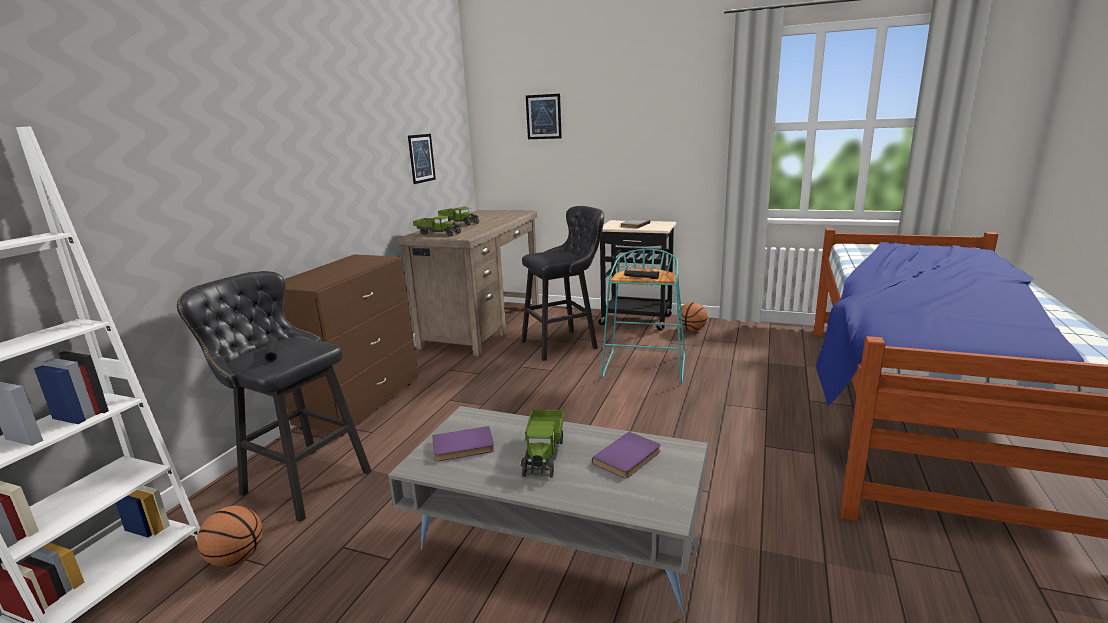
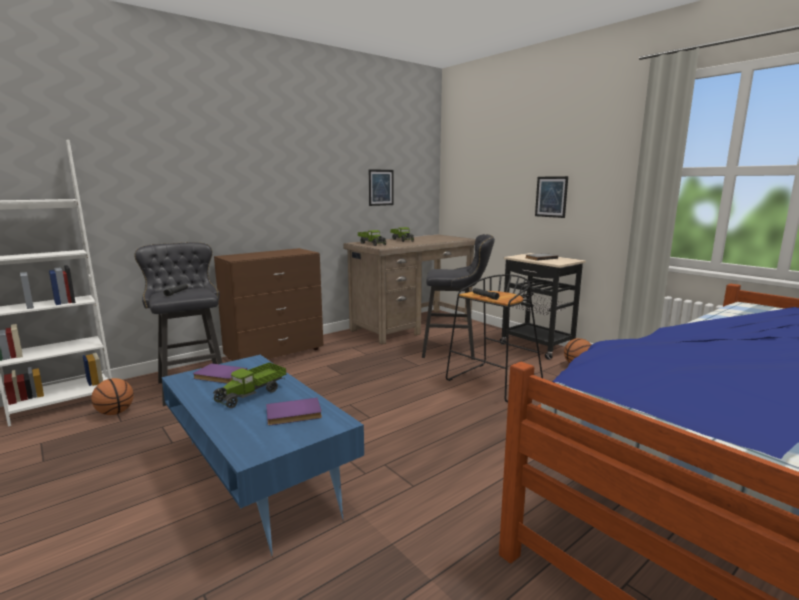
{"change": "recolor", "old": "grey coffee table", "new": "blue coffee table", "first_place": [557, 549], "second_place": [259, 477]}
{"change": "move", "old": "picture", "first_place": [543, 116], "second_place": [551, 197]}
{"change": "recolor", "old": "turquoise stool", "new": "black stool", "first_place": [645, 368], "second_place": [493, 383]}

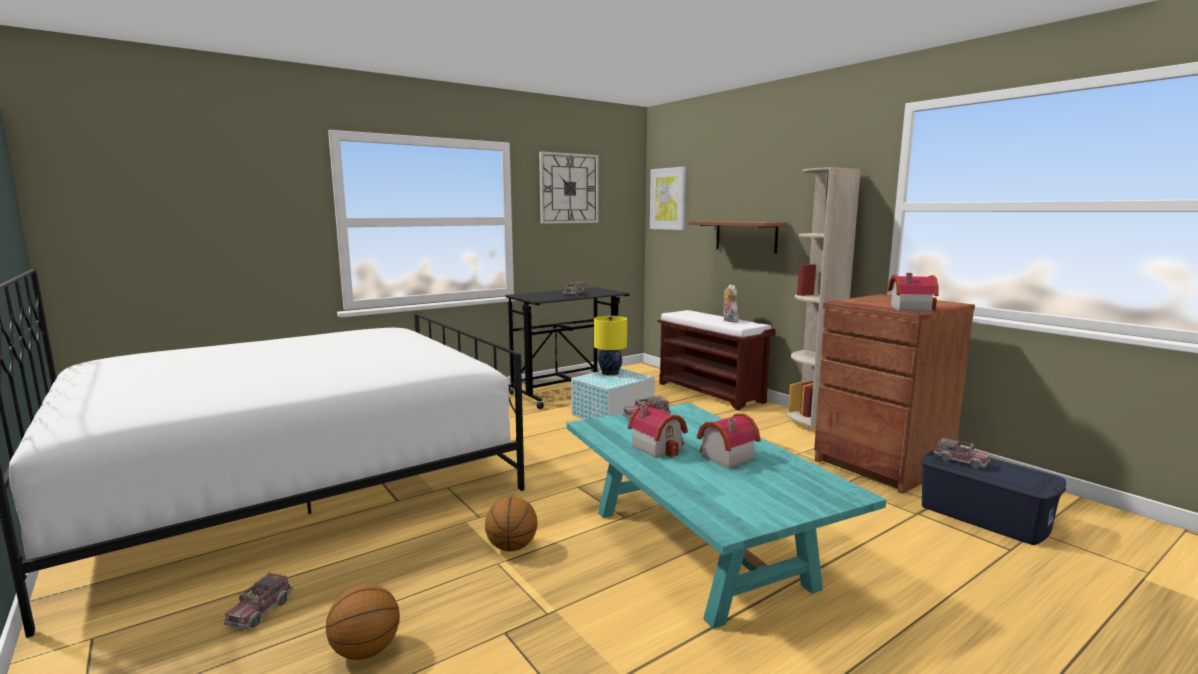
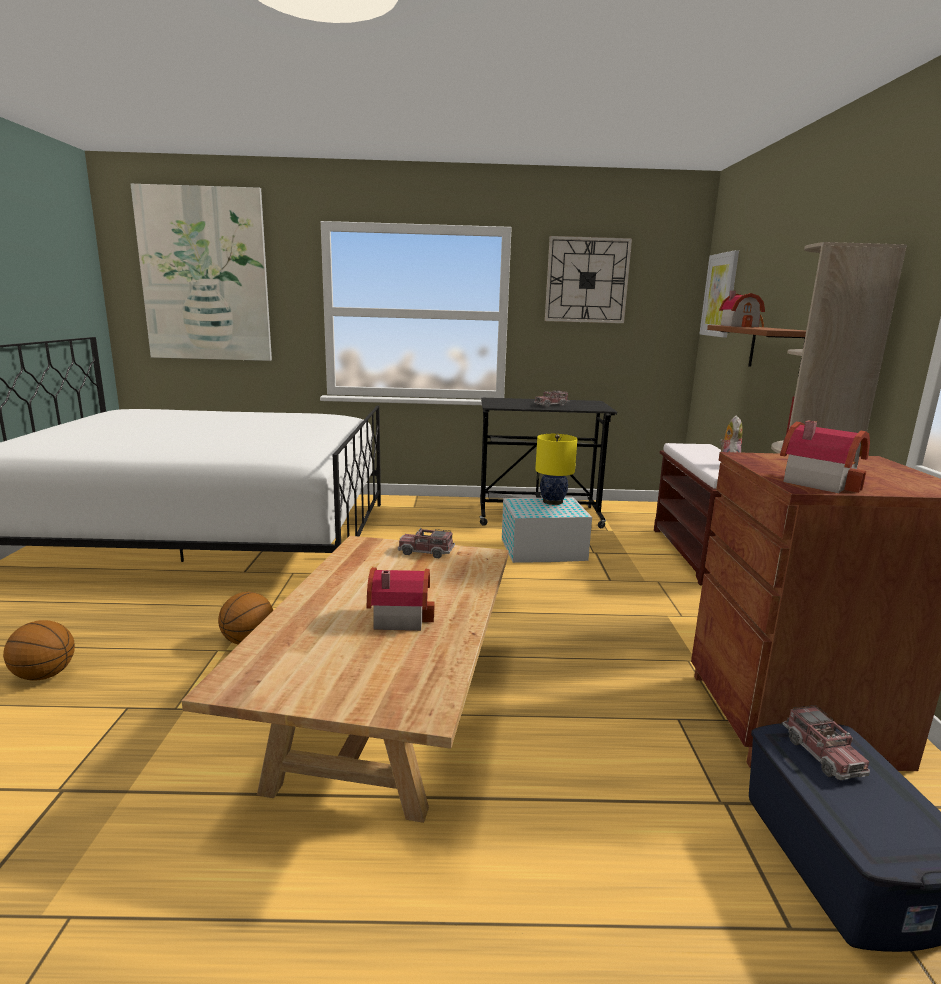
{"change": "delete", "old": "toy truck", "first_place": [260, 611]}
{"change": "recolor", "old": "turquoise coffee table", "new": "beige coffee table", "first_place": [698, 547], "second_place": [386, 712]}
{"change": "move", "old": "toy house", "first_place": [658, 447], "second_place": [741, 326]}
{"change": "insert", "new": "picture", "second_place": [205, 275]}

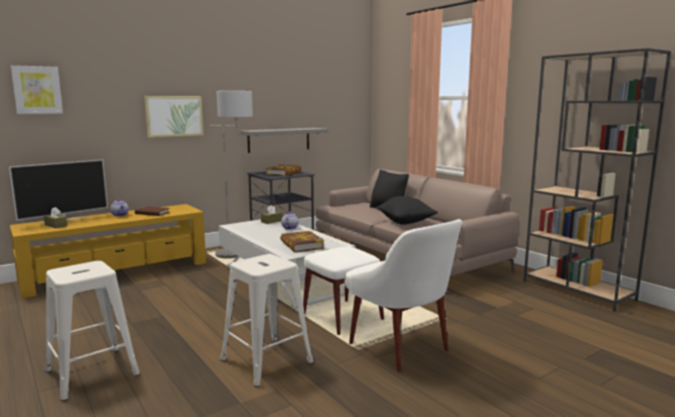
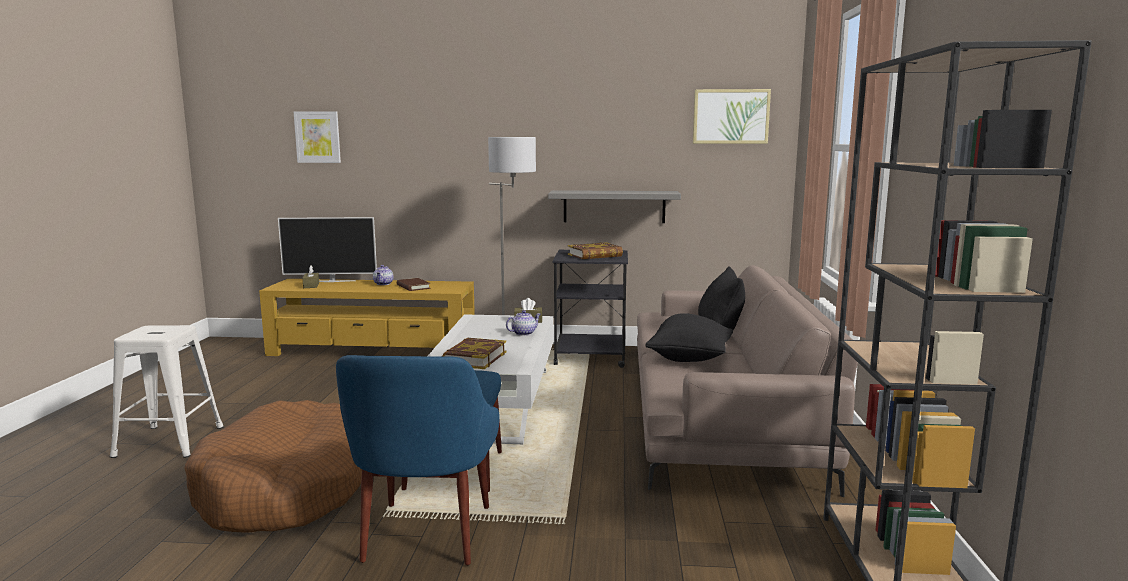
{"change": "move", "old": "picture", "first_place": [174, 116], "second_place": [730, 116]}
{"change": "replace", "old": "white stool", "new": "brown dog bed", "first_place": [266, 361], "second_place": [286, 489]}
{"change": "recolor", "old": "white armchair", "new": "blue armchair", "first_place": [377, 336], "second_place": [437, 509]}

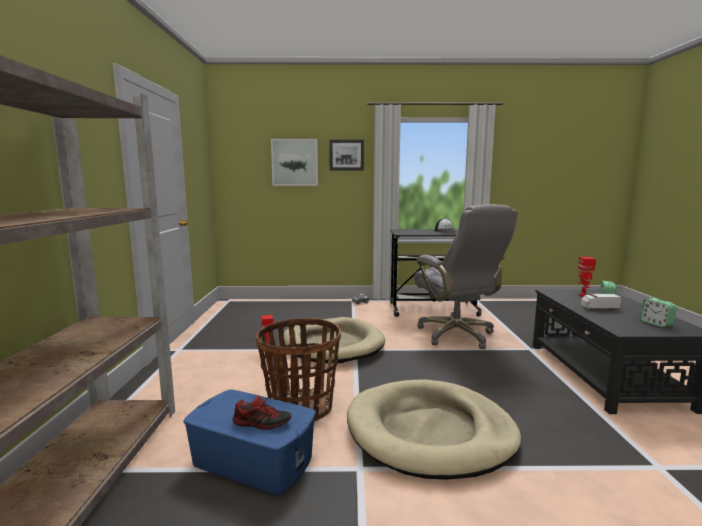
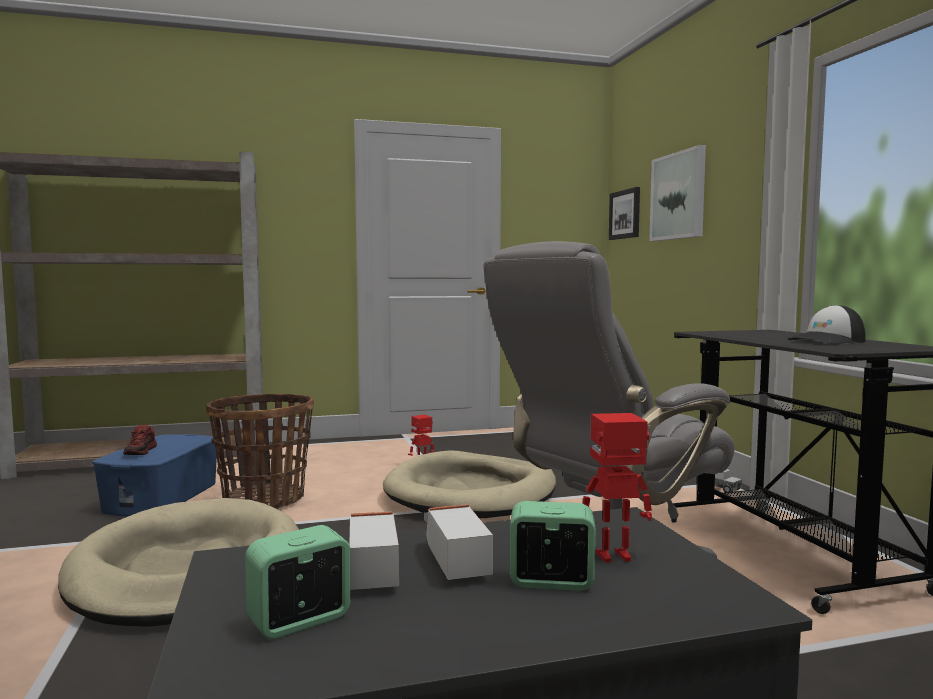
{"change": "move", "old": "picture", "first_place": [346, 155], "second_place": [625, 214]}
{"change": "insert", "new": "toy truck", "second_place": [373, 570]}

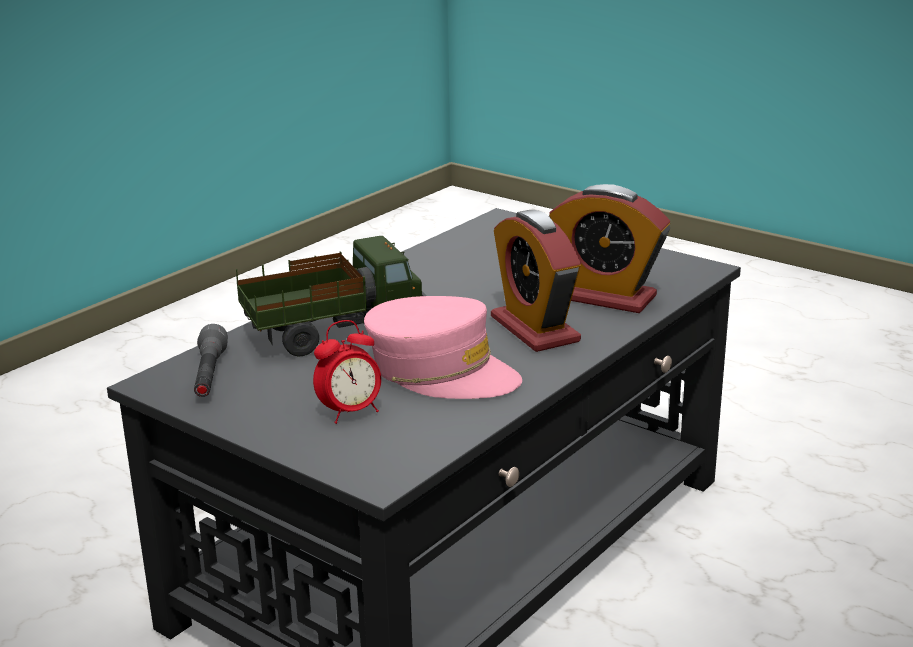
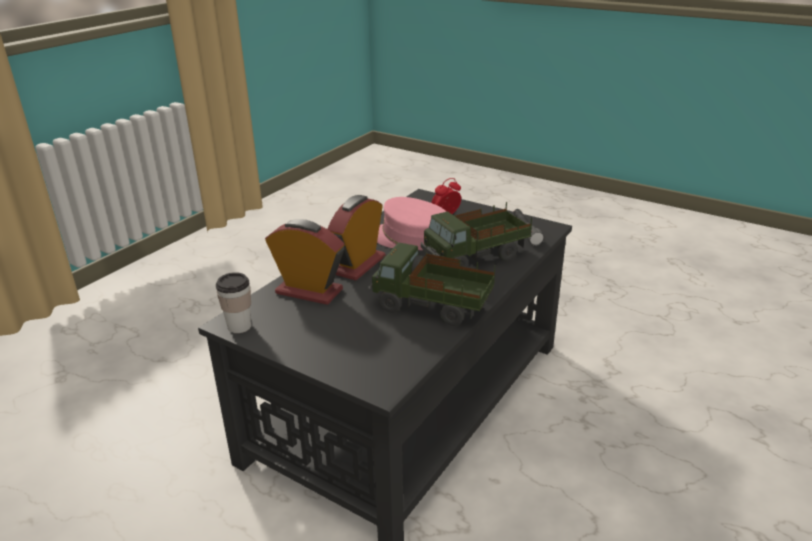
{"change": "rotate", "old": "alarm clock", "first_place": [534, 329], "second_place": [358, 265], "degrees": -120}
{"change": "insert", "new": "cup", "second_place": [239, 326]}
{"change": "insert", "new": "toy truck", "second_place": [431, 308]}

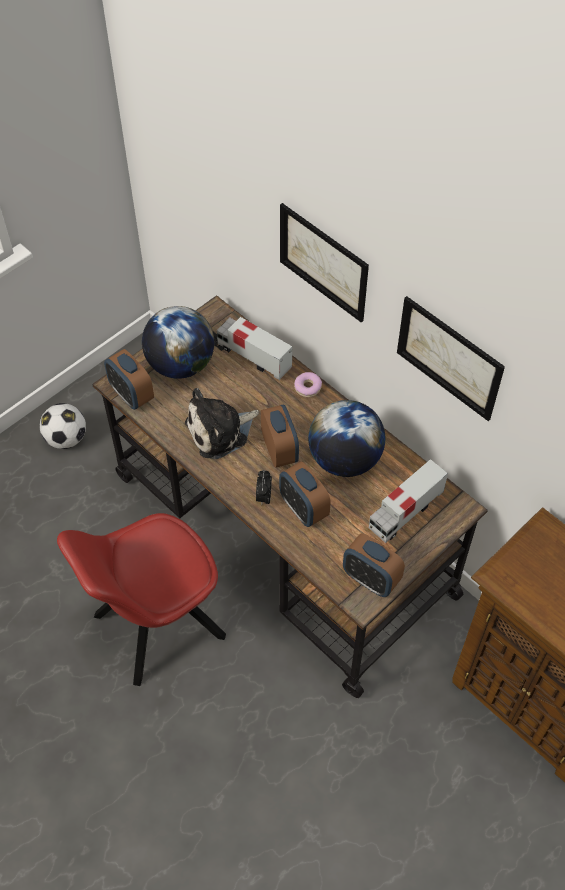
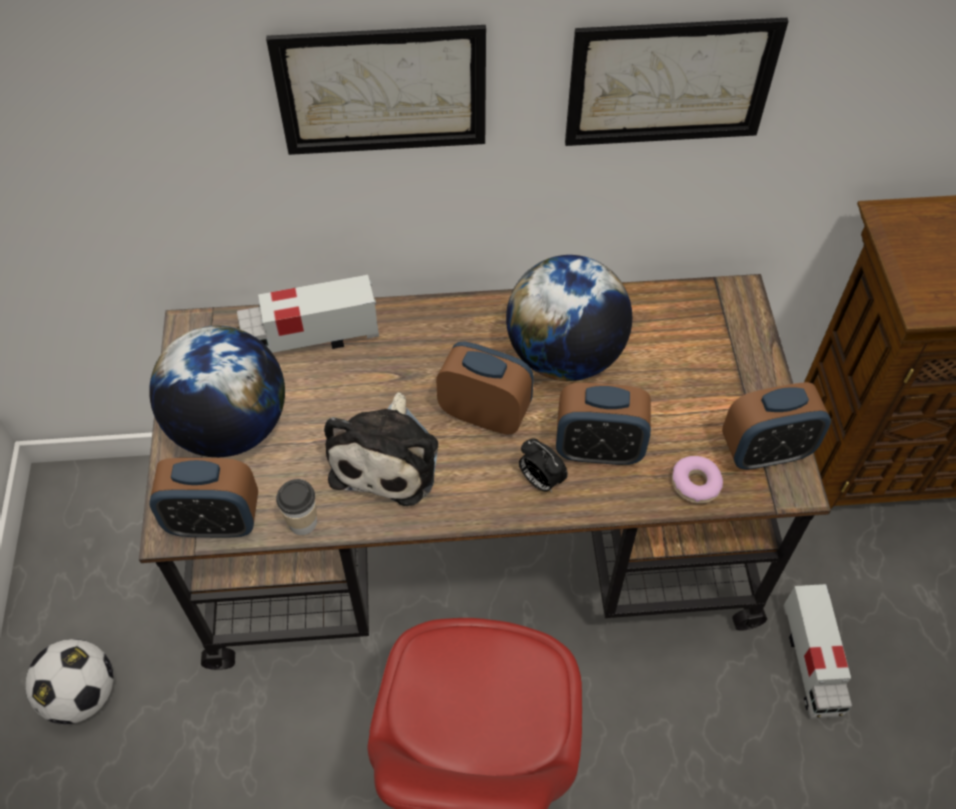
{"change": "move", "old": "donut", "first_place": [308, 387], "second_place": [695, 484]}
{"change": "move", "old": "toy truck", "first_place": [405, 512], "second_place": [810, 662]}
{"change": "insert", "new": "cup", "second_place": [302, 522]}

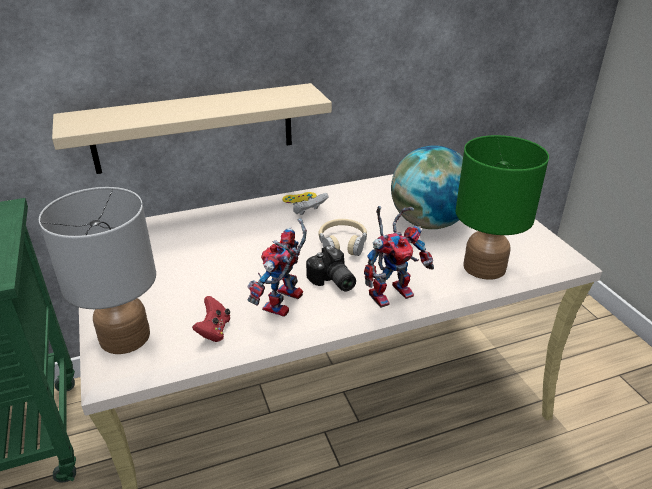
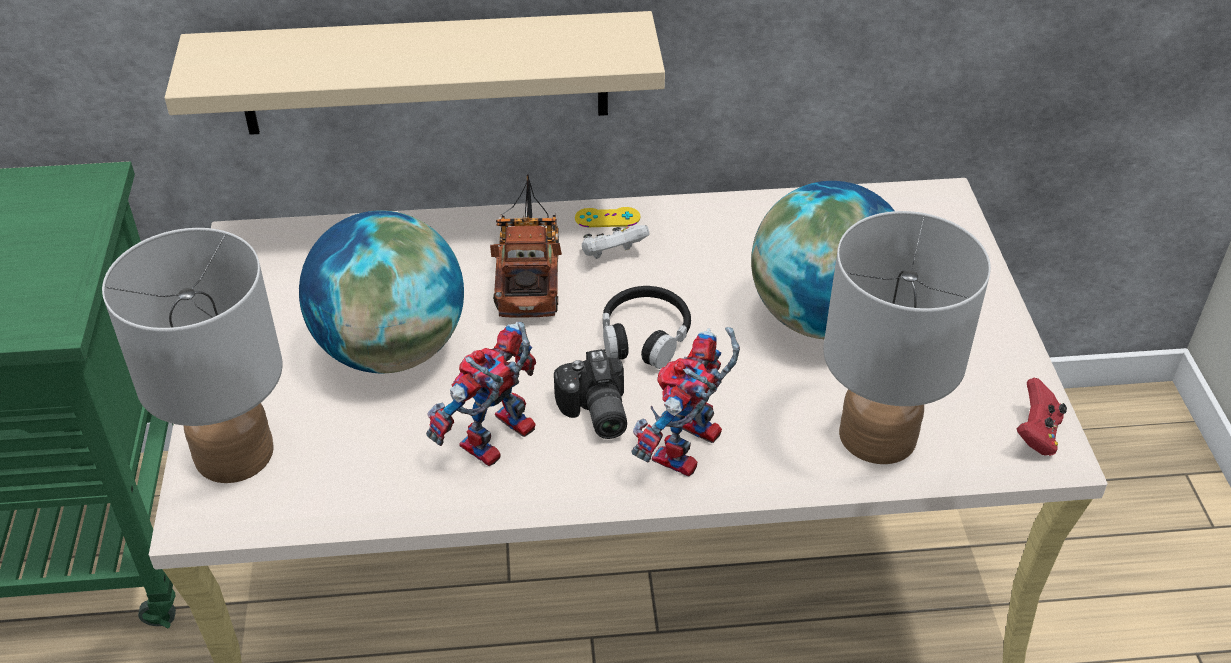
{"change": "move", "old": "red game controller", "first_place": [214, 330], "second_place": [1036, 434]}
{"change": "recolor", "old": "beige headphones", "new": "black headphones", "first_place": [342, 244], "second_place": [644, 336]}
{"change": "rotate", "old": "toy robot", "first_place": [392, 292], "second_place": [688, 454], "degrees": 135}
{"change": "recolor", "old": "green table lamp", "new": "grey table lamp", "first_place": [483, 267], "second_place": [877, 434]}
{"change": "insert", "new": "globe", "second_place": [391, 349]}
{"change": "insert", "new": "toy truck", "second_place": [529, 272]}

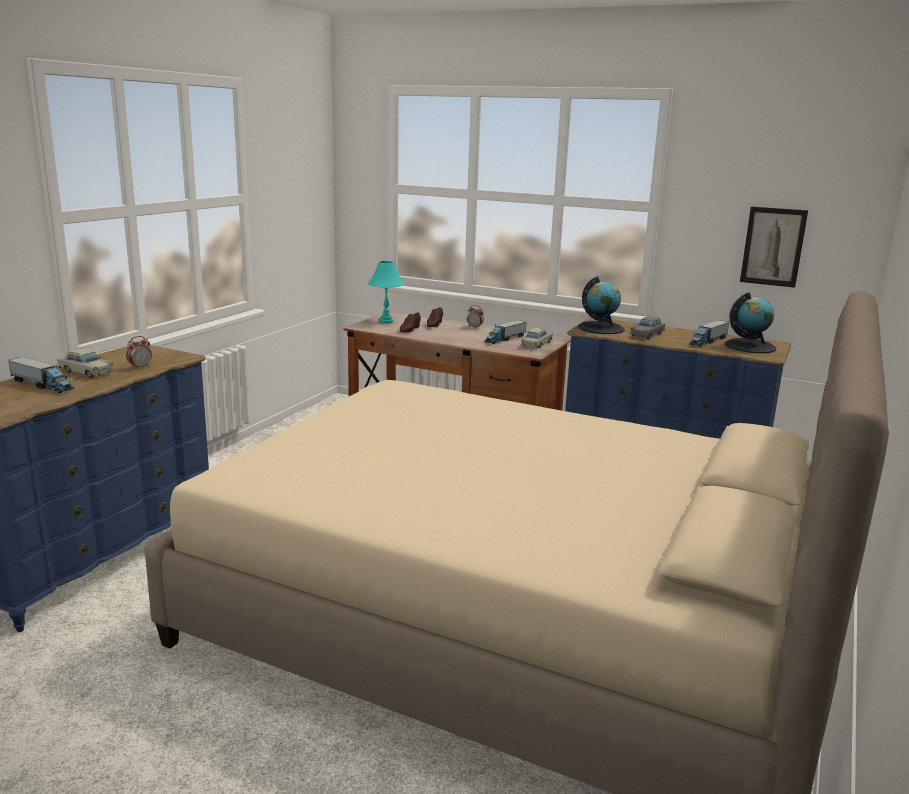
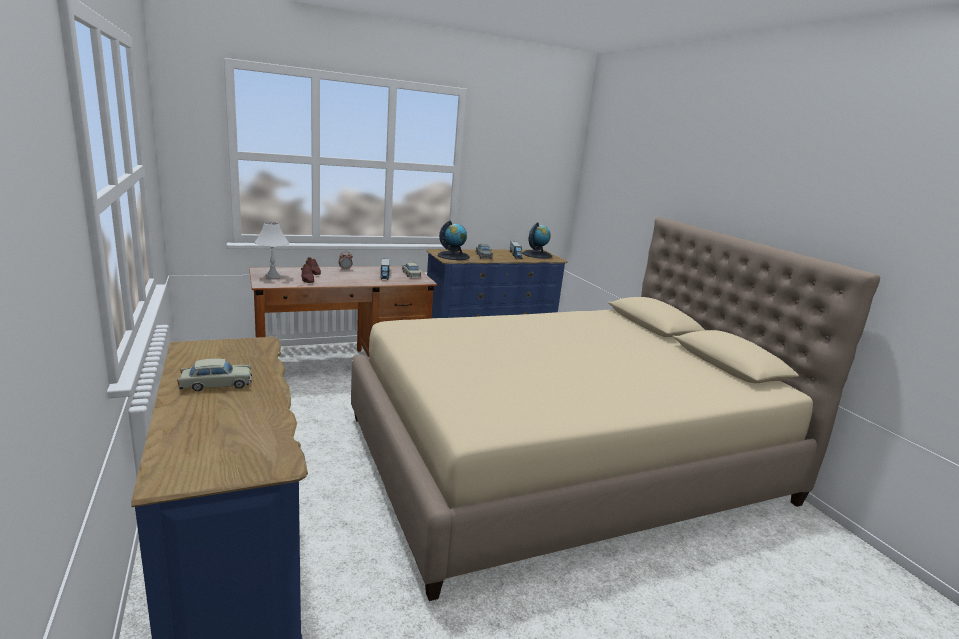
{"change": "delete", "old": "toy truck", "first_place": [42, 385]}
{"change": "delete", "old": "alarm clock", "first_place": [140, 367]}
{"change": "recolor", "old": "turquoise table lamp", "new": "white table lamp", "first_place": [385, 322], "second_place": [272, 276]}
{"change": "delete", "old": "picture", "first_place": [773, 246]}

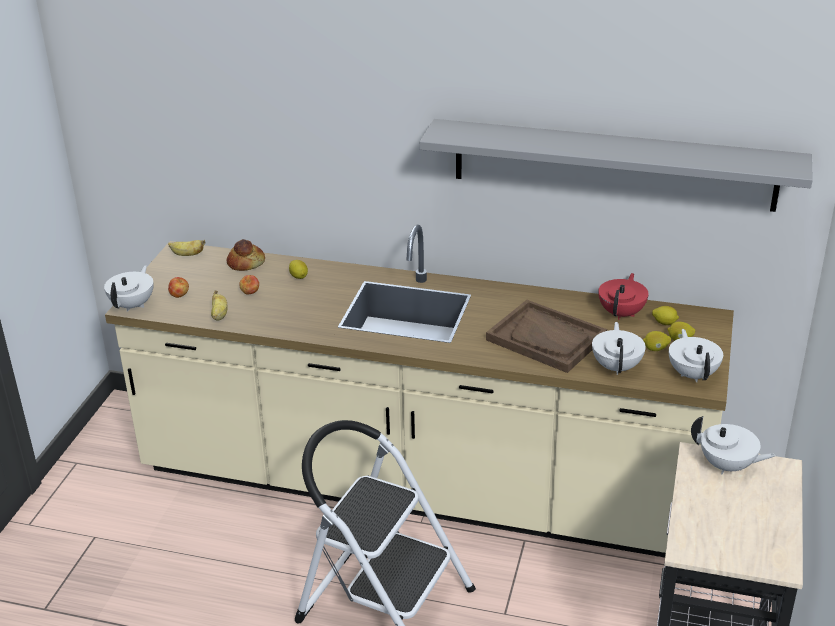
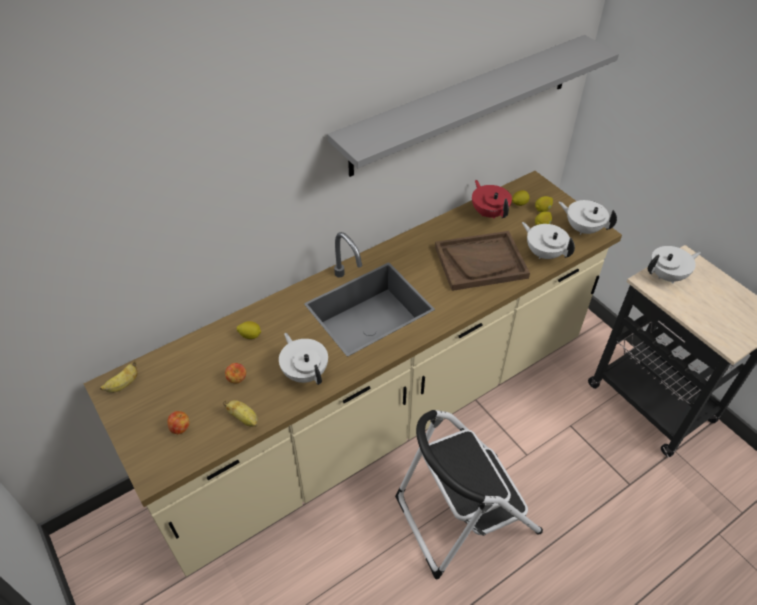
{"change": "move", "old": "white teapot", "first_place": [133, 305], "second_place": [305, 372]}
{"change": "delete", "old": "bread", "first_place": [246, 263]}

